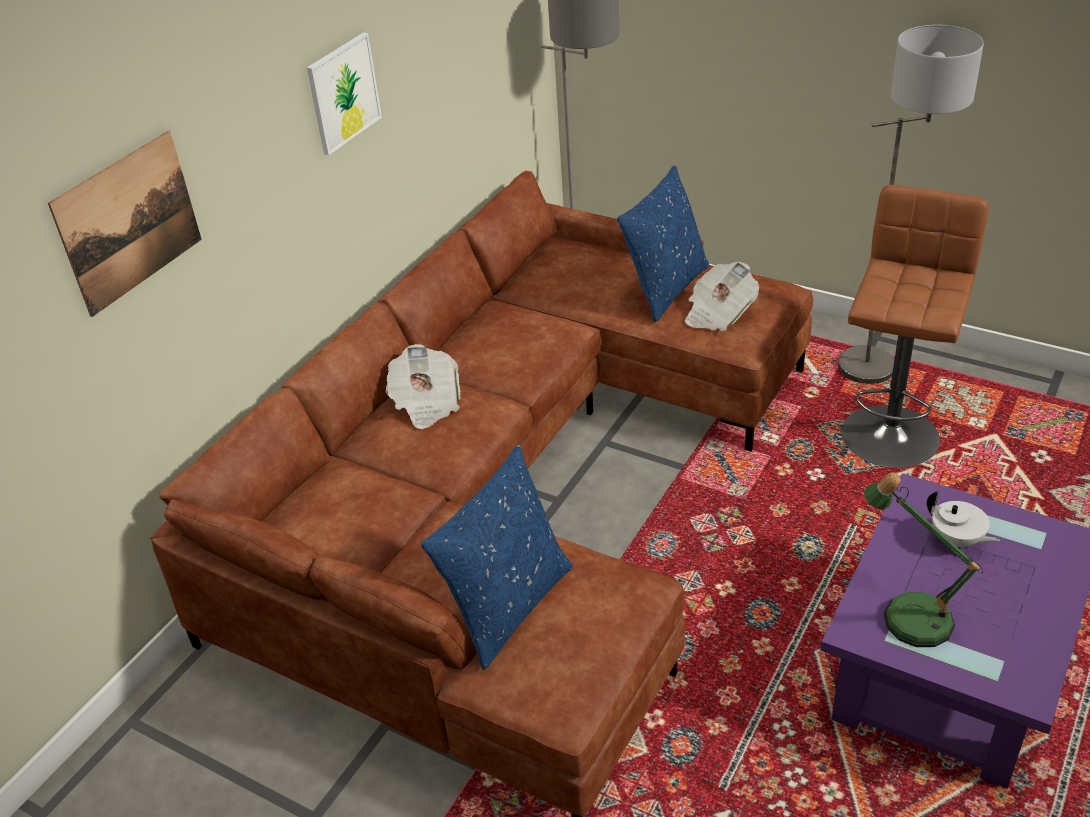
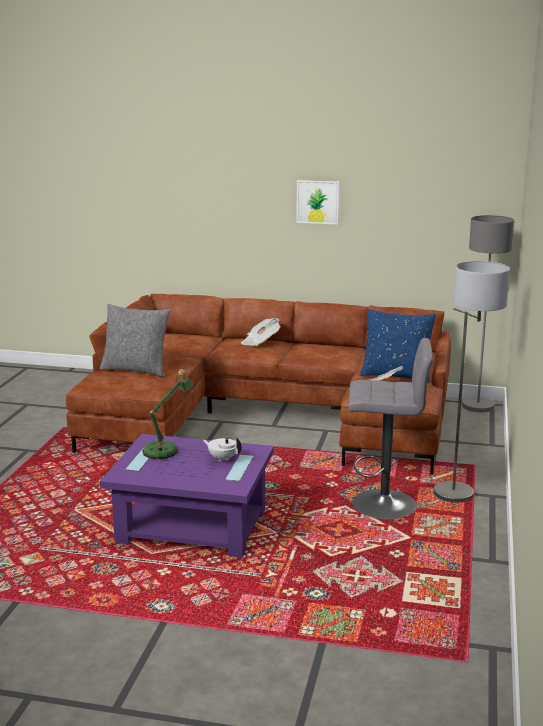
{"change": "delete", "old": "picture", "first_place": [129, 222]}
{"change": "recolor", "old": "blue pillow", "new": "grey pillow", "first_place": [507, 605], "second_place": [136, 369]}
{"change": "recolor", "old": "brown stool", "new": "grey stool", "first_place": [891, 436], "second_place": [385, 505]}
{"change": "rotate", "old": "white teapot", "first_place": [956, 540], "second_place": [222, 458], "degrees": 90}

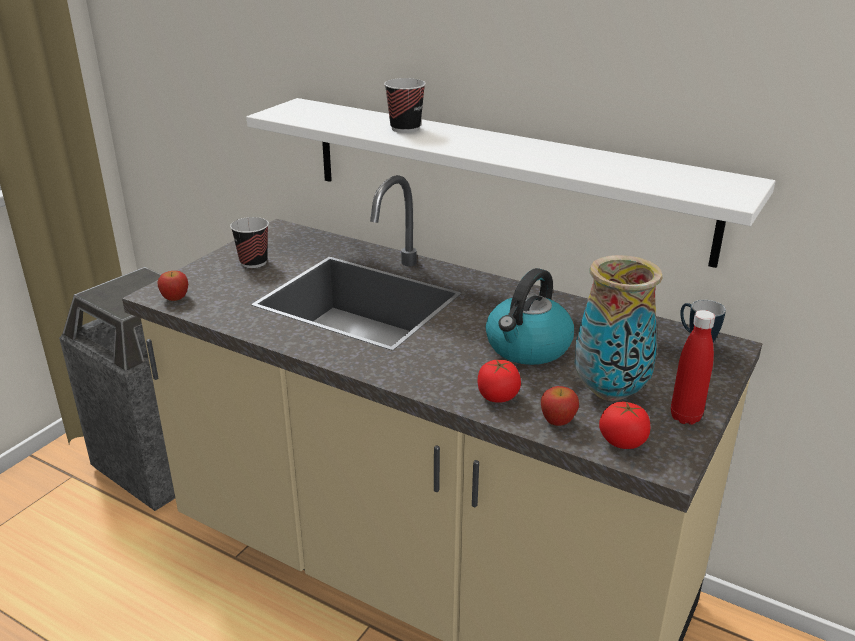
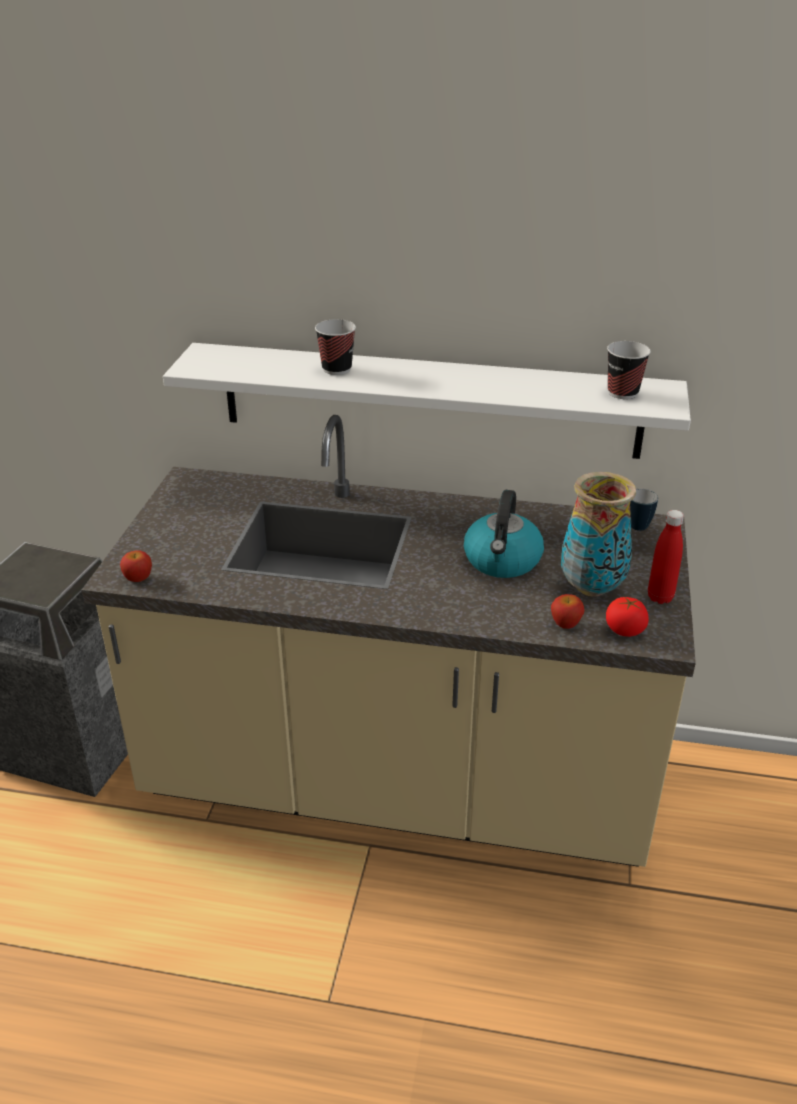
{"change": "move", "old": "cup", "first_place": [253, 262], "second_place": [622, 392]}
{"change": "delete", "old": "tomato", "first_place": [497, 396]}

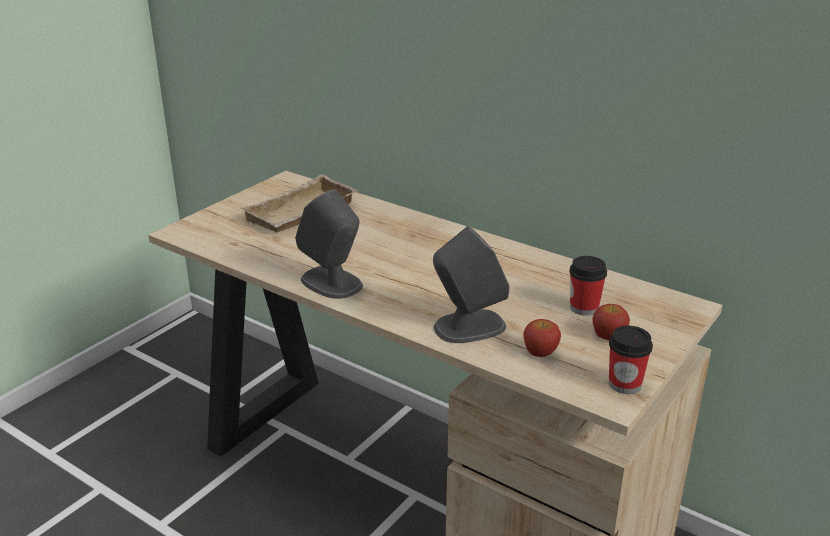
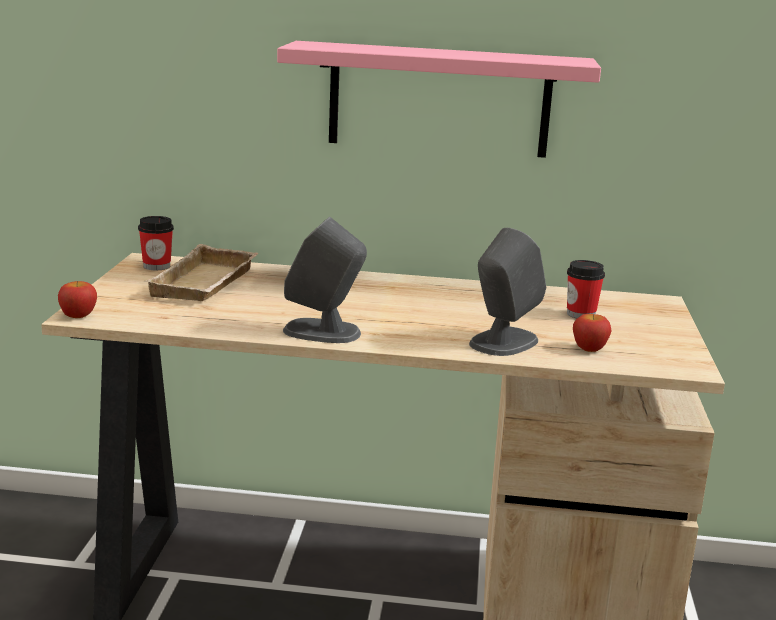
{"change": "move", "old": "apple", "first_place": [608, 336], "second_place": [78, 315]}
{"change": "move", "old": "cup", "first_place": [624, 384], "second_place": [156, 266]}
{"change": "insert", "new": "pink shelf", "second_place": [439, 100]}

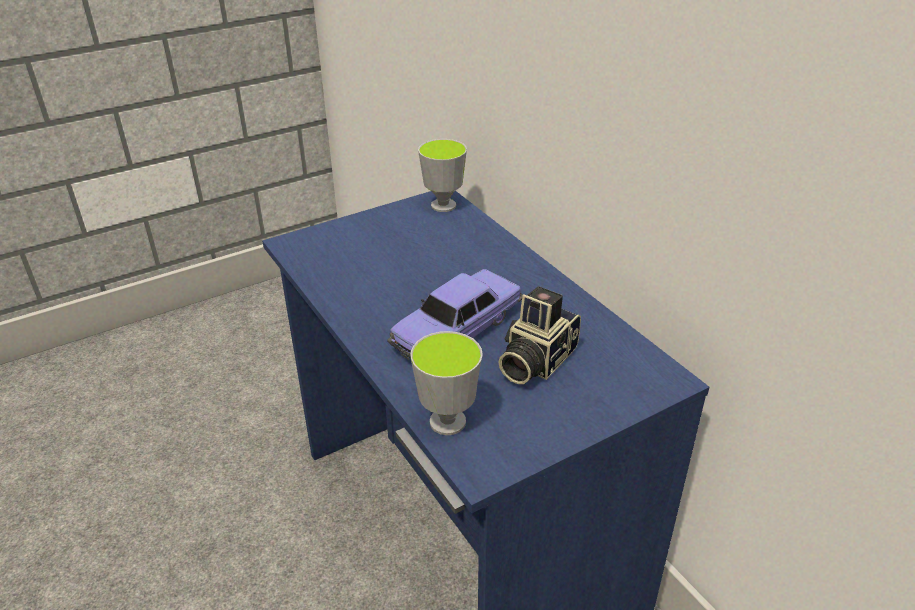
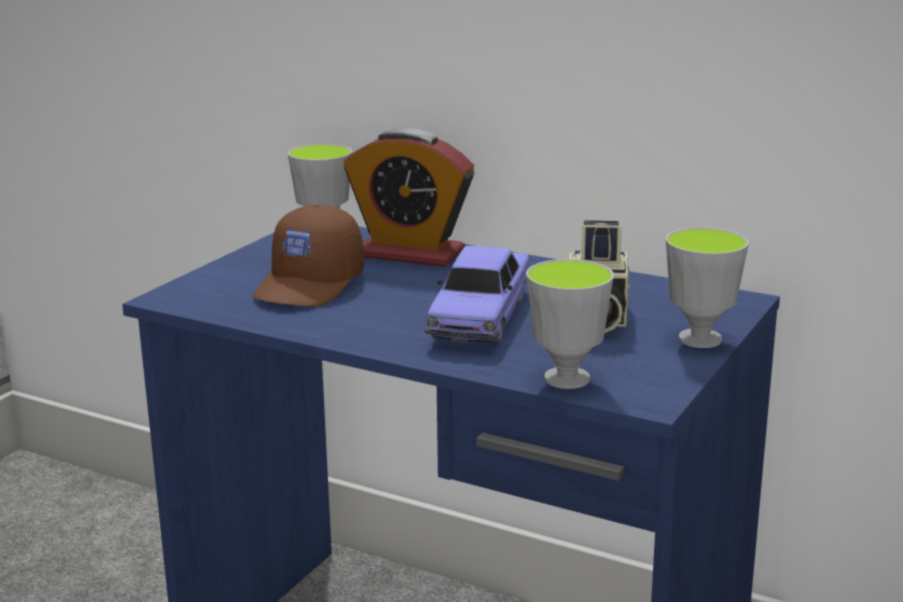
{"change": "insert", "new": "brown cap", "second_place": [311, 285]}
{"change": "insert", "new": "alarm clock", "second_place": [410, 253]}
{"change": "insert", "new": "cup", "second_place": [700, 339]}

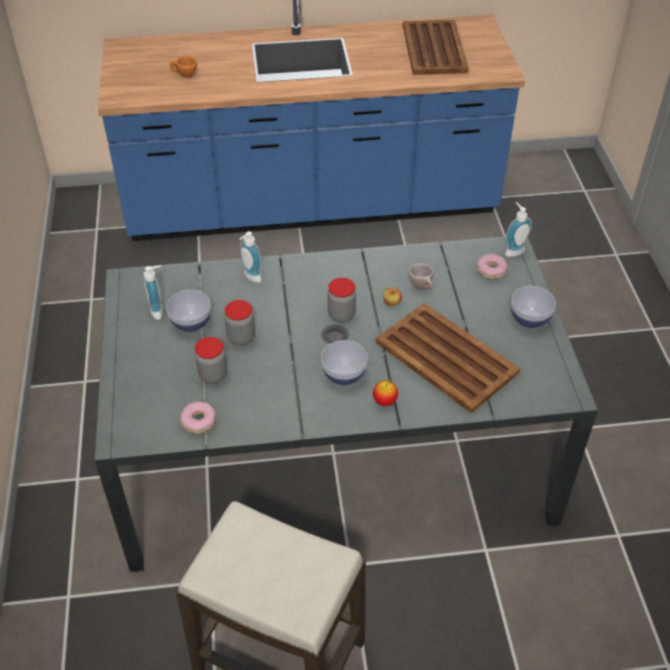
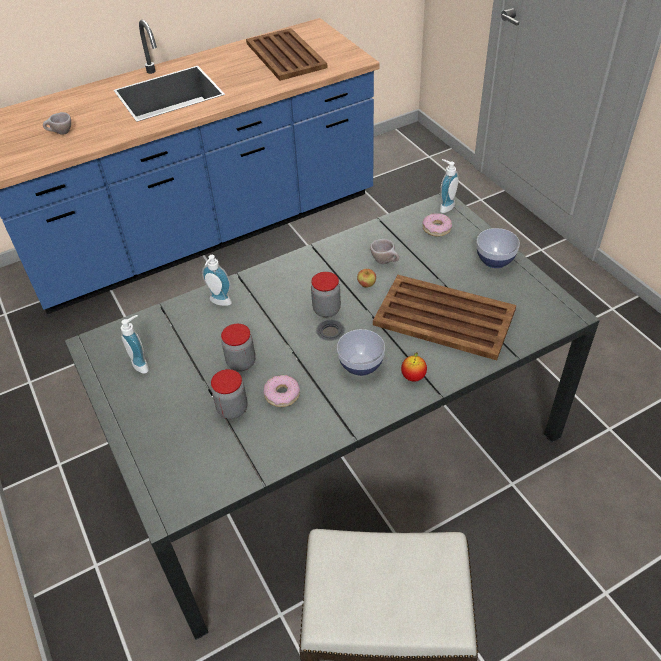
{"change": "delete", "old": "bowl", "first_place": [191, 323]}
{"change": "recolor", "old": "orange cup", "new": "beige cup", "first_place": [184, 76], "second_place": [61, 133]}
{"change": "move", "old": "donut", "first_place": [198, 421], "second_place": [282, 394]}

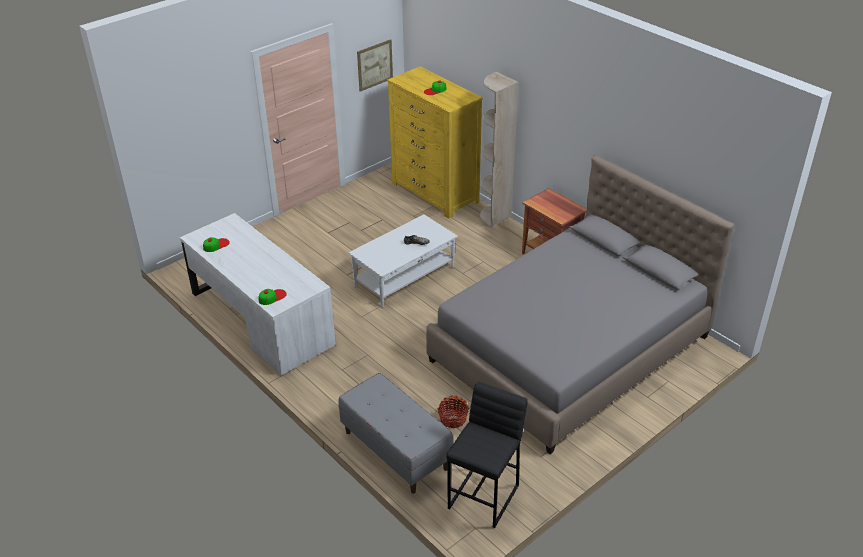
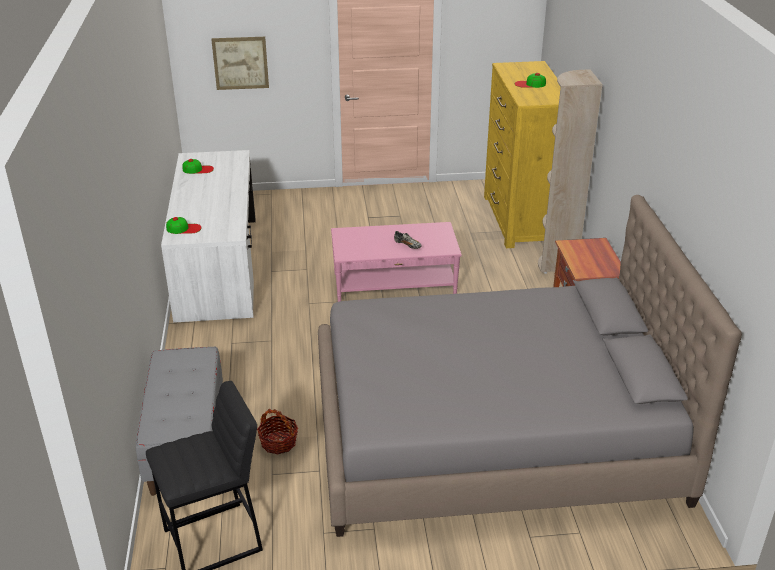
{"change": "recolor", "old": "white coffee table", "new": "pink coffee table", "first_place": [405, 277], "second_place": [395, 285]}
{"change": "move", "old": "picture", "first_place": [374, 65], "second_place": [240, 63]}

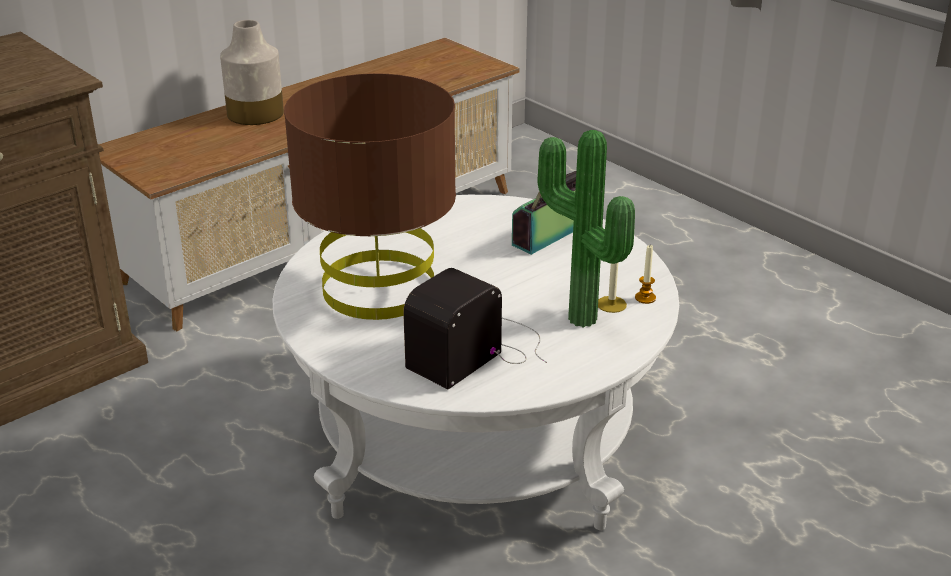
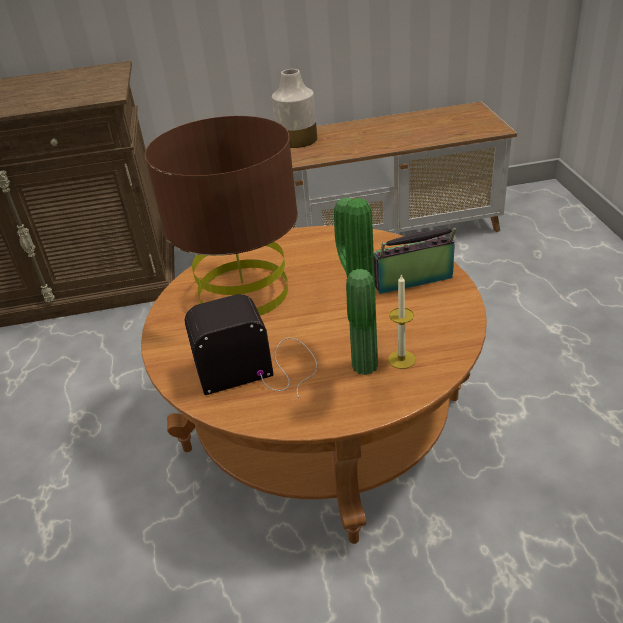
{"change": "recolor", "old": "white coffee table", "new": "brown coffee table", "first_place": [475, 439], "second_place": [323, 424]}
{"change": "delete", "old": "candle", "first_place": [645, 298]}

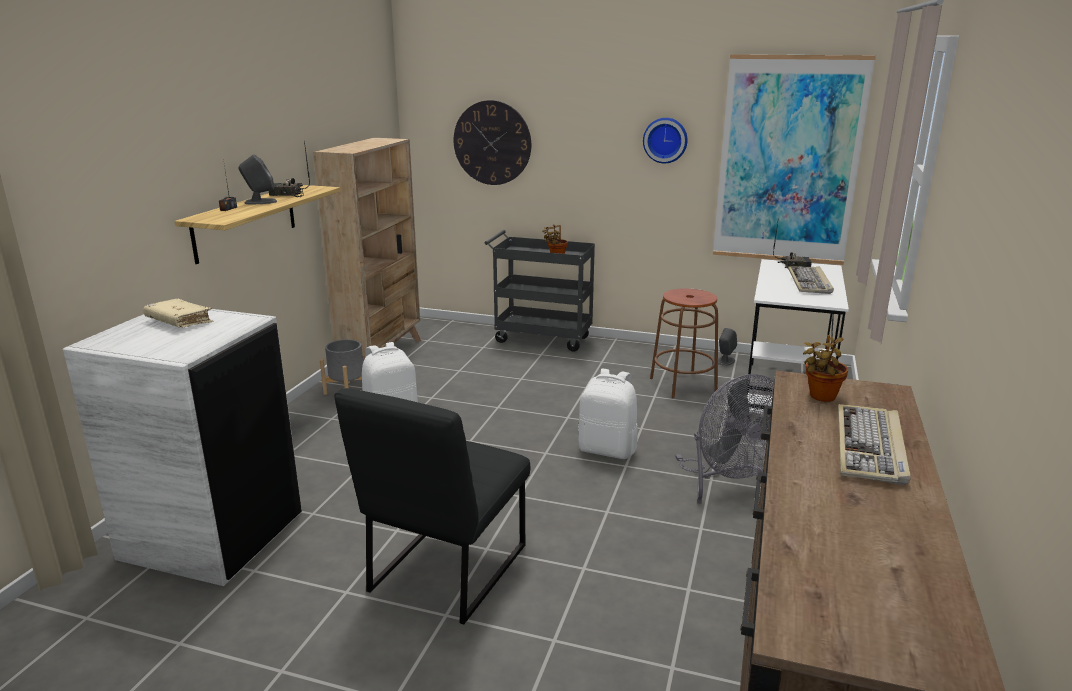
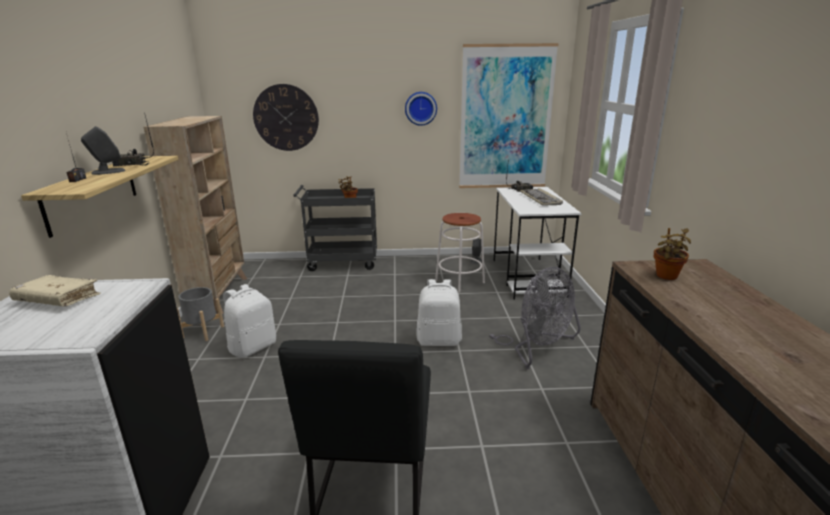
{"change": "recolor", "old": "brown stool", "new": "white stool", "first_place": [683, 384], "second_place": [459, 281]}
{"change": "delete", "old": "keyboard", "first_place": [870, 447]}

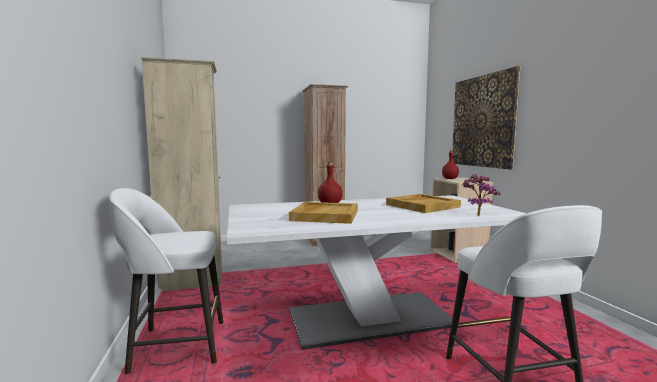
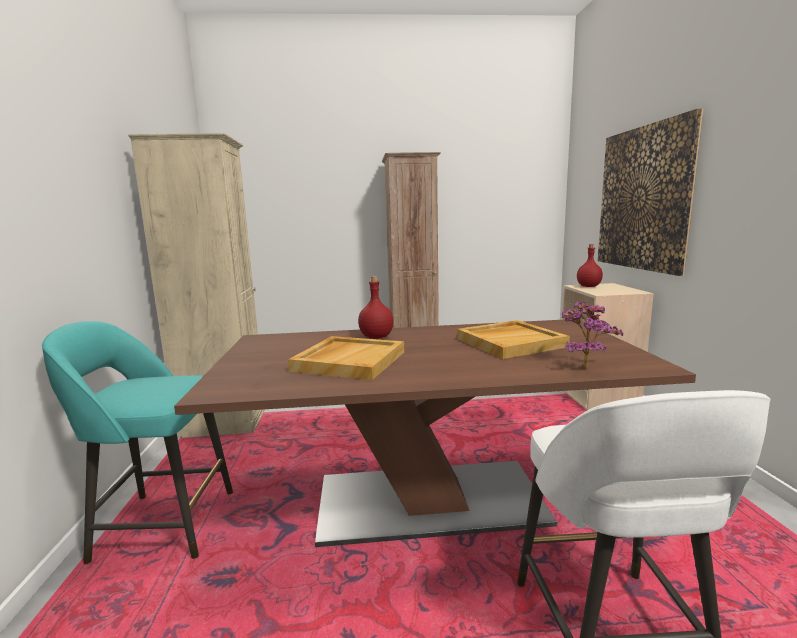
{"change": "recolor", "old": "white stool", "new": "turquoise stool", "first_place": [176, 346], "second_place": [161, 525]}
{"change": "recolor", "old": "white dining table", "new": "brown dining table", "first_place": [370, 319], "second_place": [429, 501]}

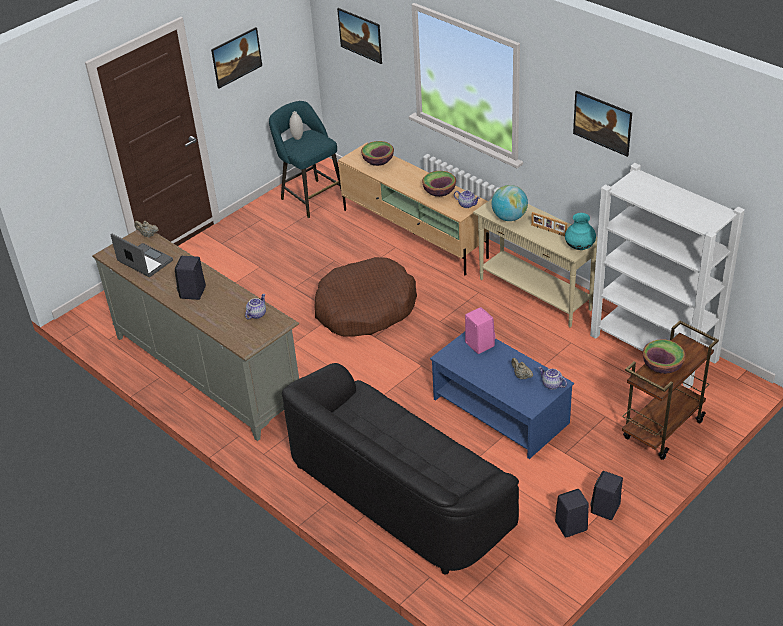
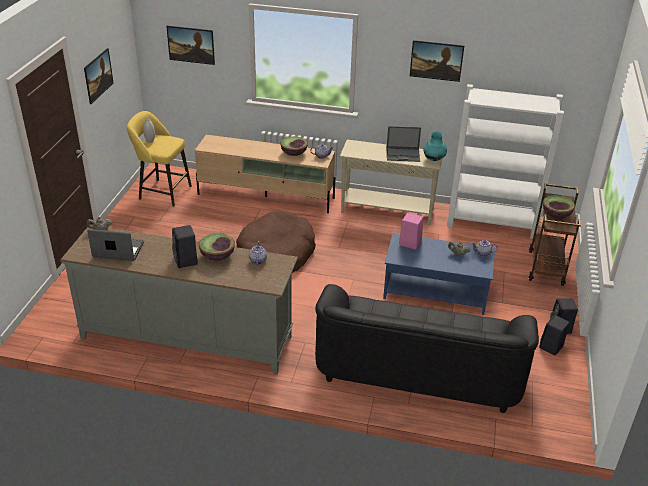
{"change": "recolor", "old": "turquoise stool", "new": "yellow stool", "first_place": [310, 197], "second_place": [162, 192]}
{"change": "move", "old": "bowl", "first_place": [378, 162], "second_place": [217, 256]}
{"change": "delete", "old": "globe", "first_place": [509, 217]}
{"change": "replace", "old": "picture frame", "new": "laptop", "first_place": [548, 230], "second_place": [403, 155]}

